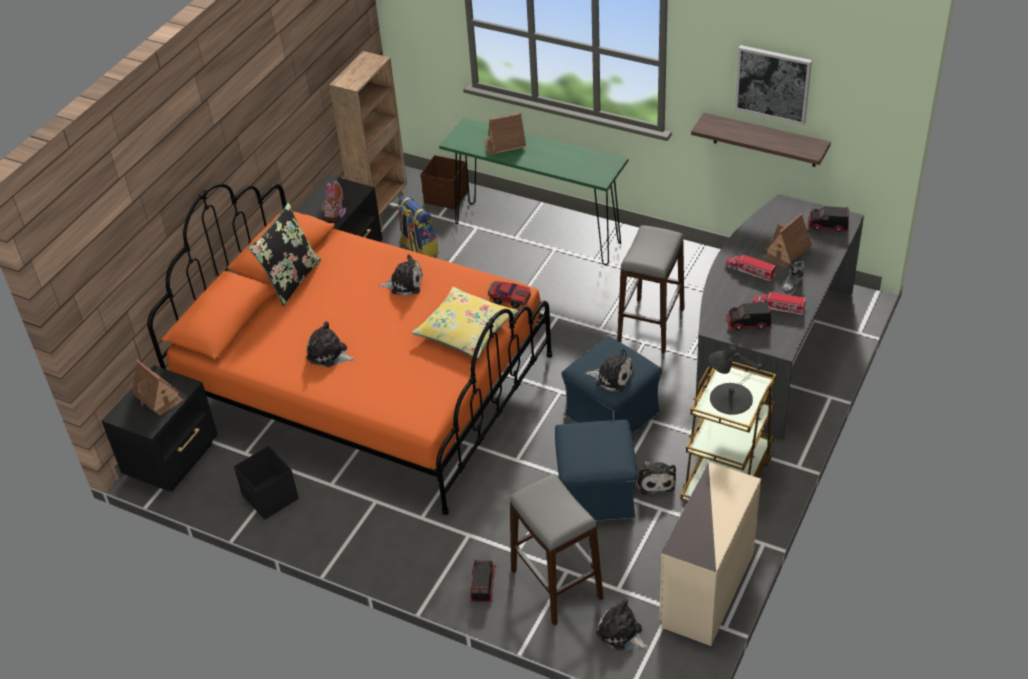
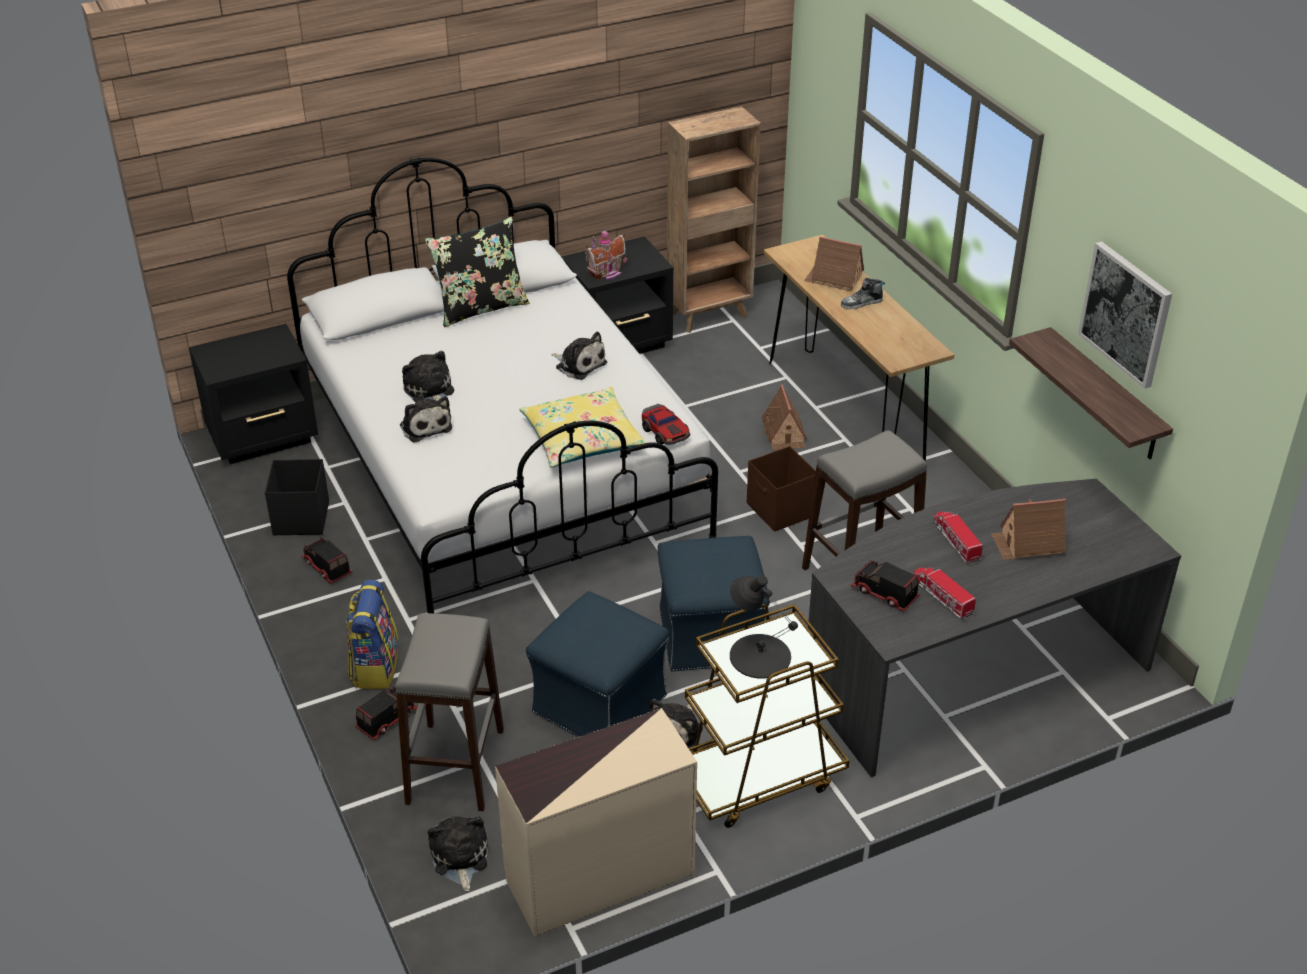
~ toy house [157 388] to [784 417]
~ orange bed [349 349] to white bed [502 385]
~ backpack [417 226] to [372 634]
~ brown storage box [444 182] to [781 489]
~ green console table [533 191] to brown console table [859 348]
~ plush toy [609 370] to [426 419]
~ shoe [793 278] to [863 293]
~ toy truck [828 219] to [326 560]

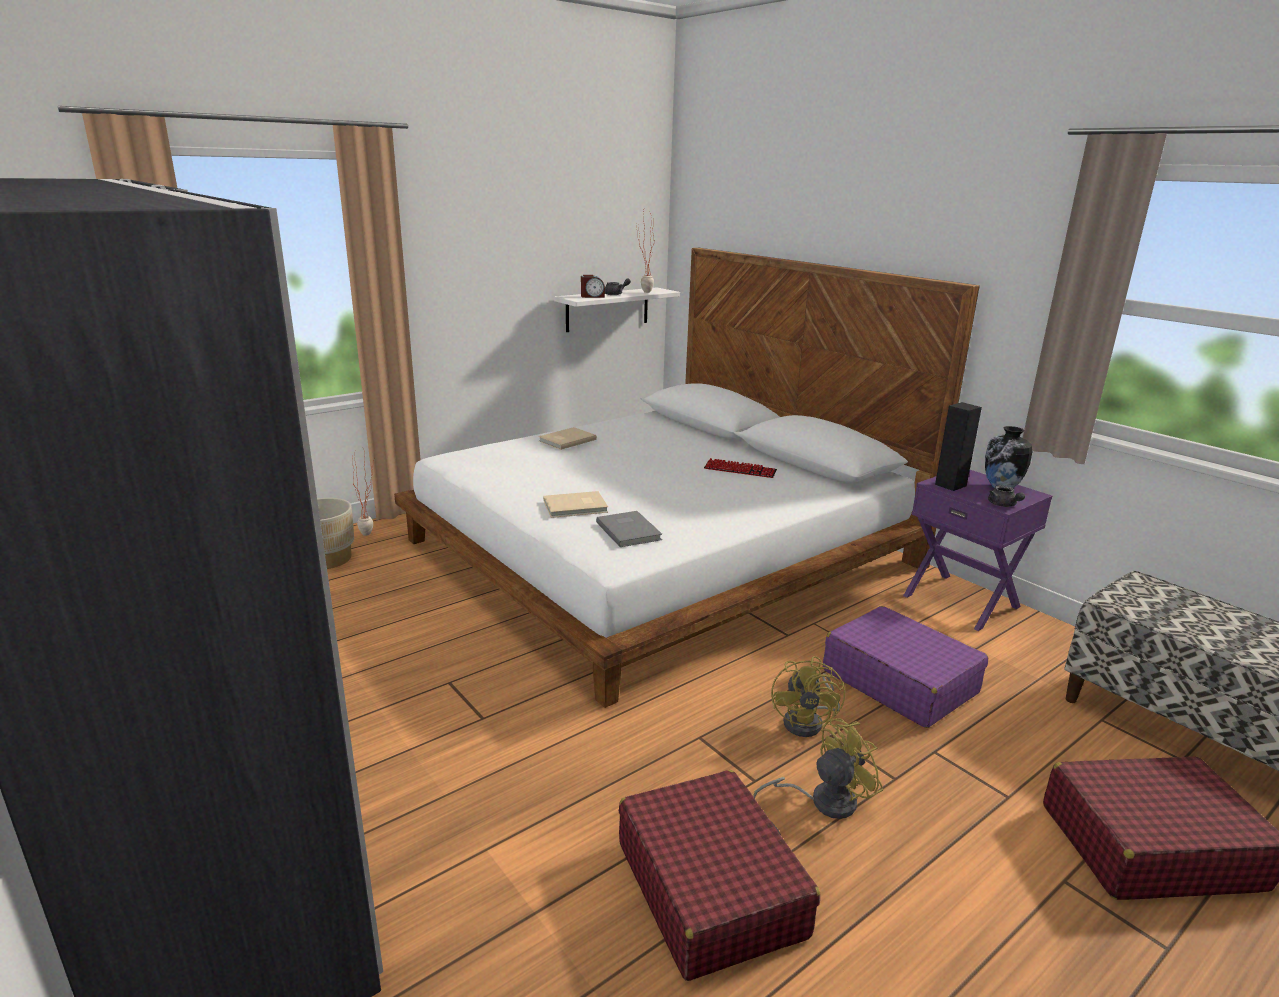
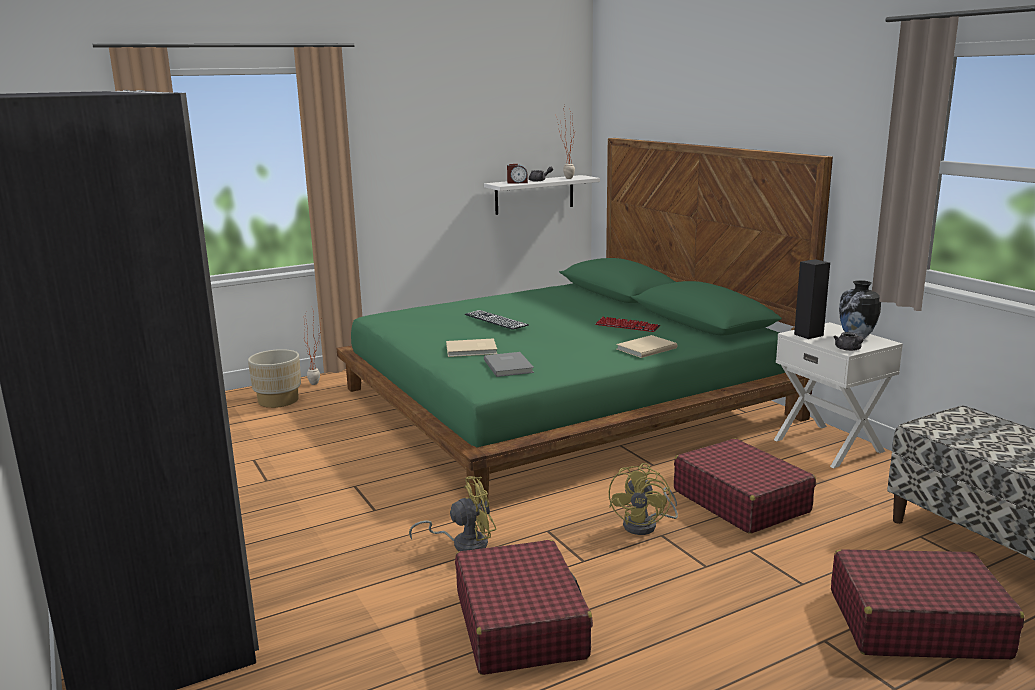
~ white bed [687 478] to green bed [584 322]
~ beige book [567 438] to [646 346]
~ yellow fan [818 768] to [452 513]
~ purple suitcase [905 667] to red suitcase [745 486]
~ purple nightstand [977 550] to white nightstand [838 395]
+ keyboard [496 320]

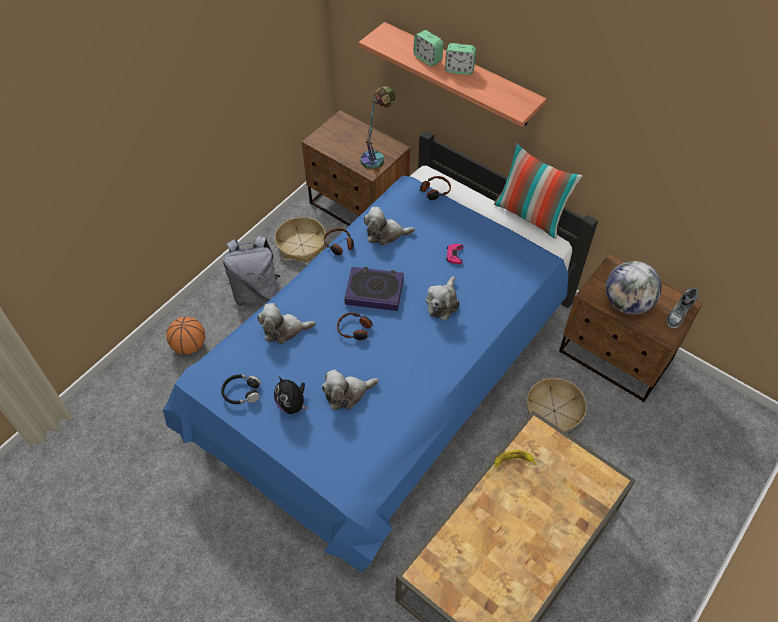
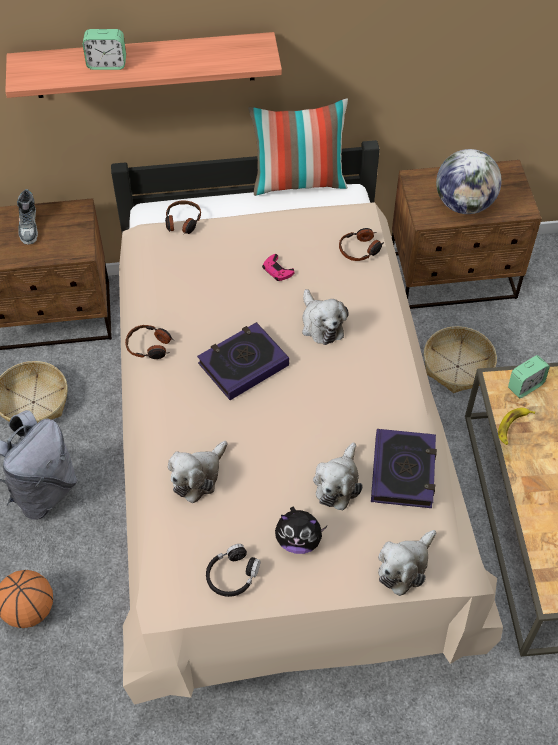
~ blue bed [380 351] to beige bed [307 422]
~ headphones [356 326] to [361 244]
- table lamp [377 127]
~ plush toy [389 226] to [407 563]
~ alarm clock [460 59] to [529 376]
~ shoe [682 308] to [27 217]
+ book [404 468]

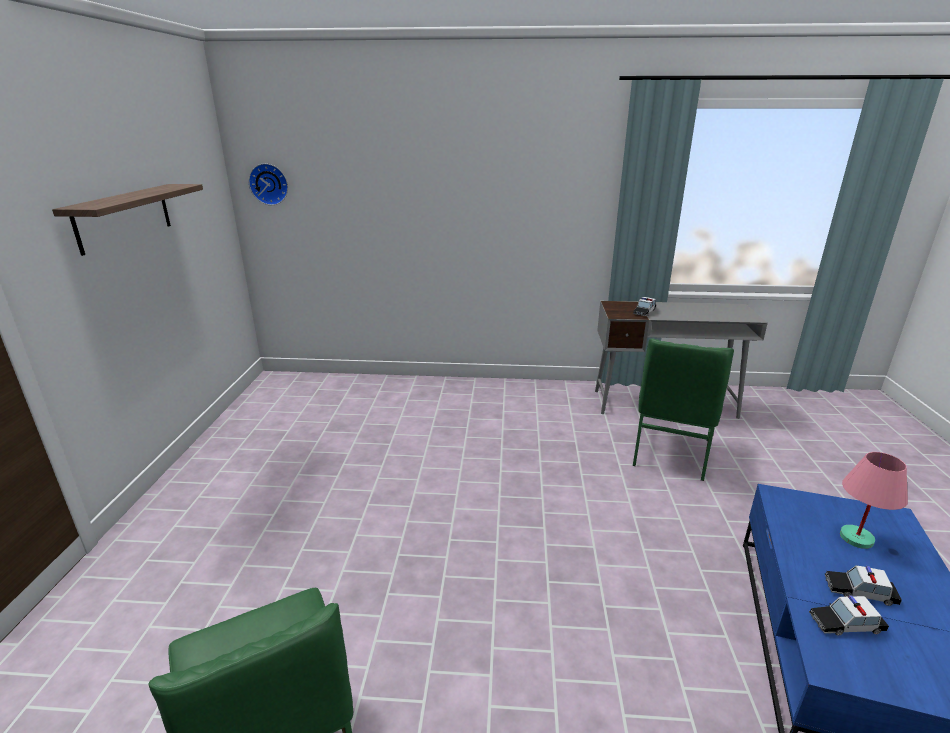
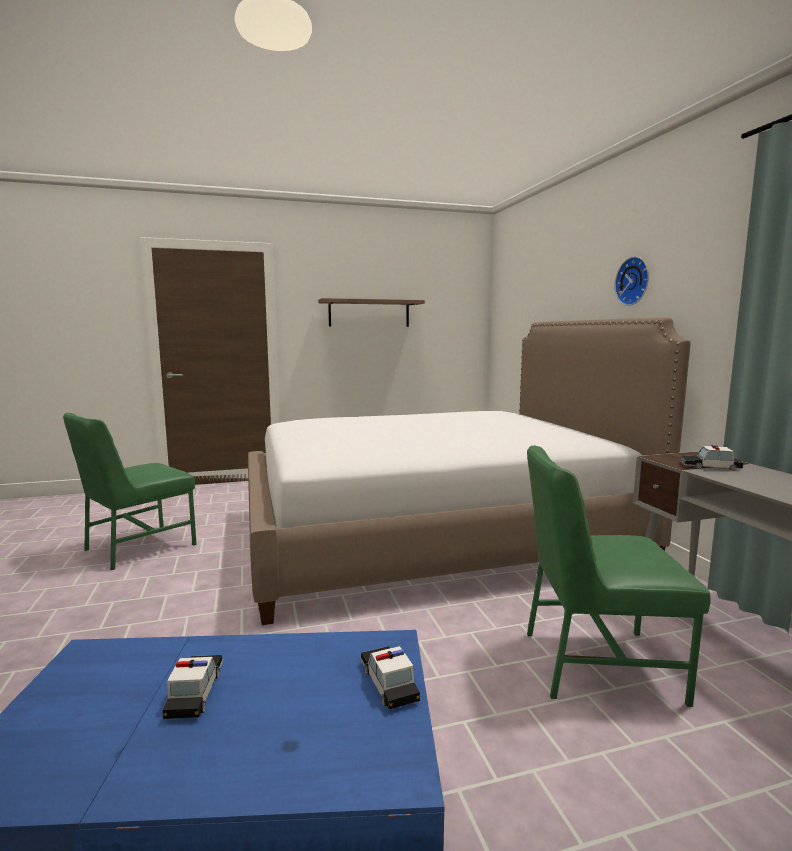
~ wall clock [268 184] to [632 281]
~ toy car [849 615] to [390 678]
- pink table lamp [874 500]
+ bed [469 471]

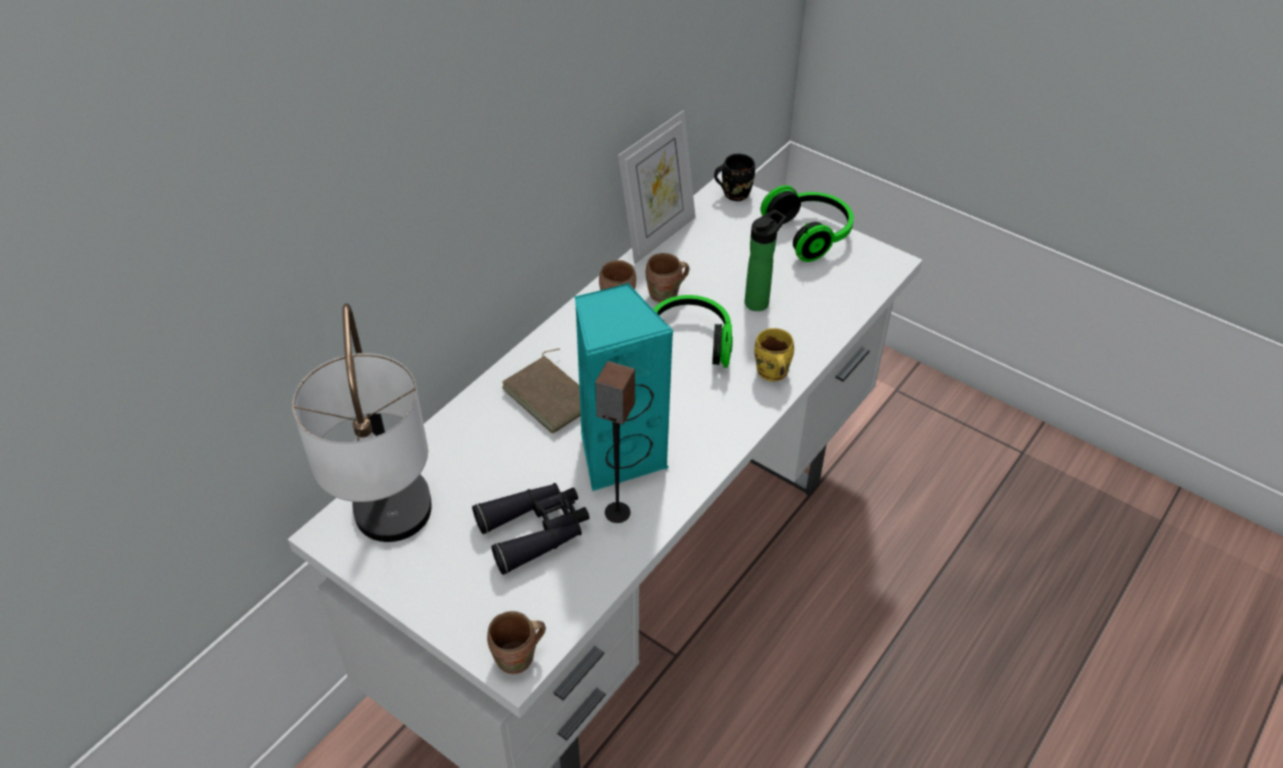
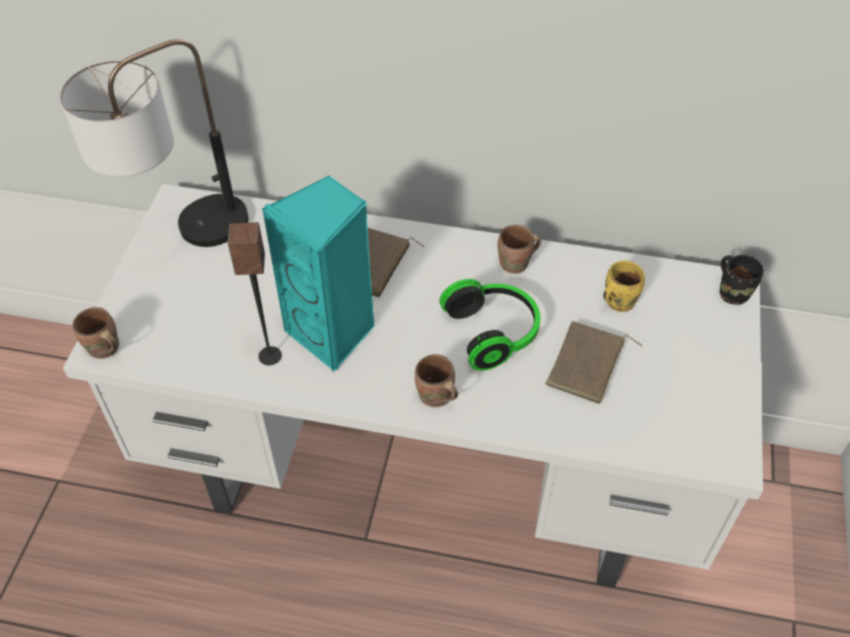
- black binoculars [531 529]
- picture frame [657 187]
~ brown mug [667 278] to [436 380]
~ bottle [765 260] to brown book [594 362]
~ yellow mug [774 354] to [624 286]
- headphones [807 223]

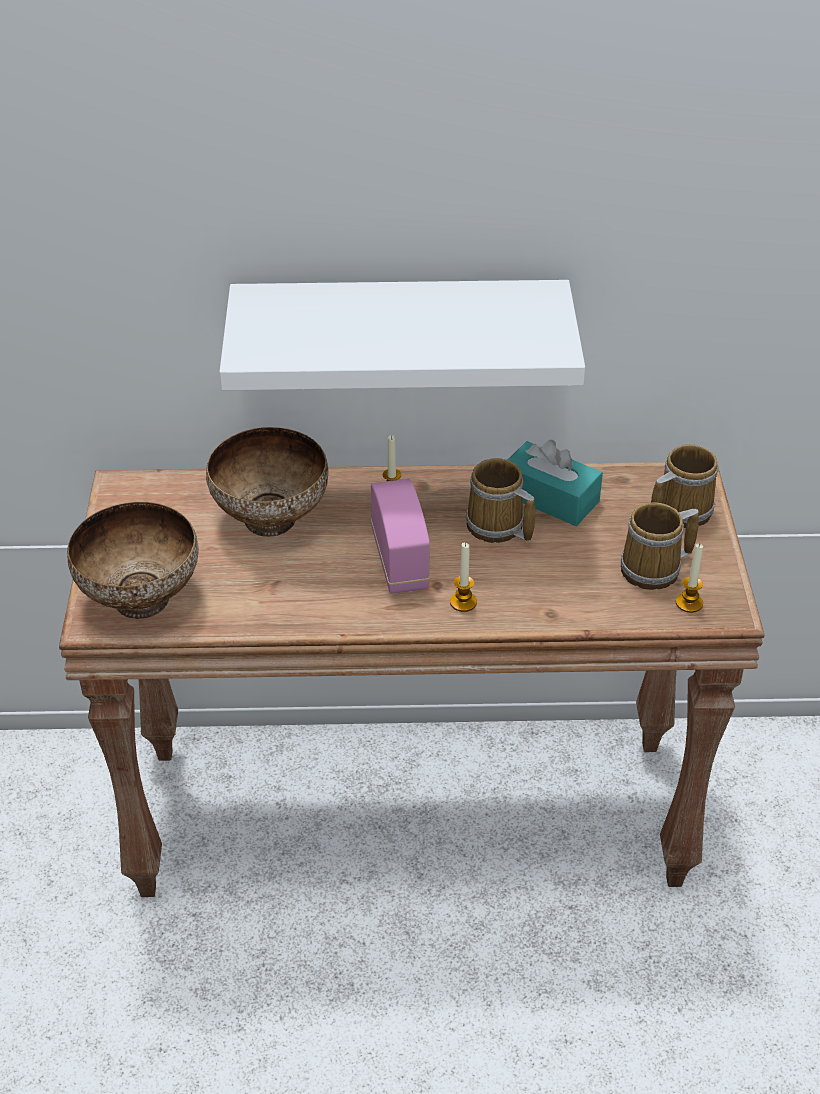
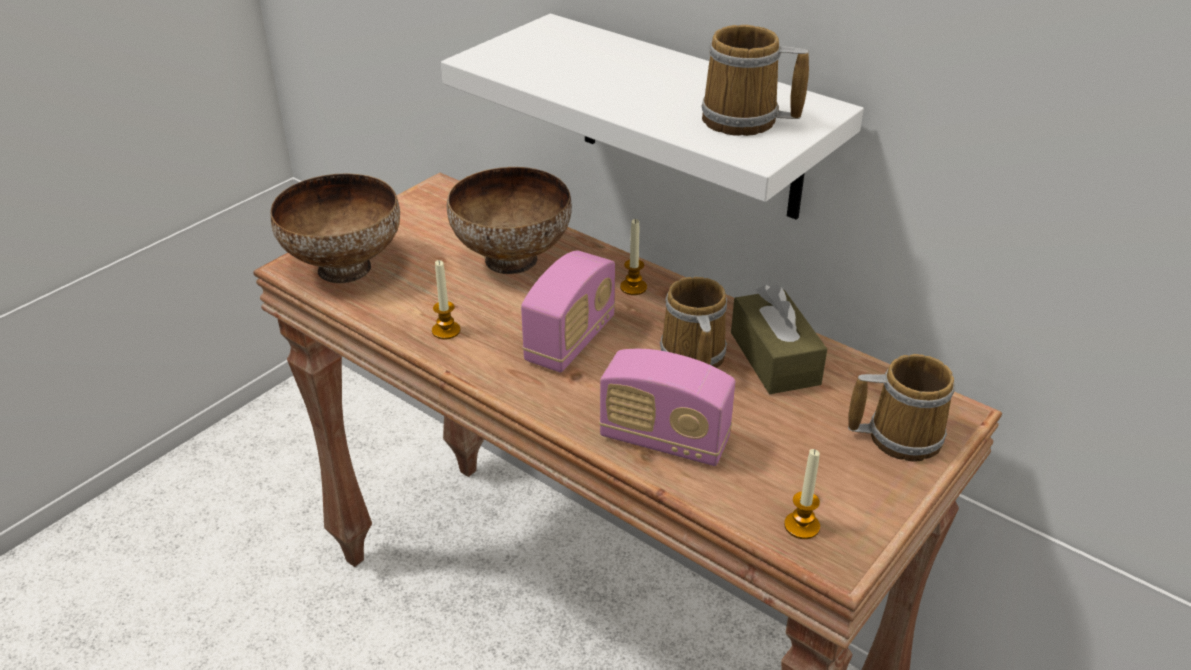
~ candle [463 577] to [446 299]
~ turquoise tissue box [555 483] to brown tissue box [779 339]
~ mug [660 546] to [755 80]
+ radio [667 407]

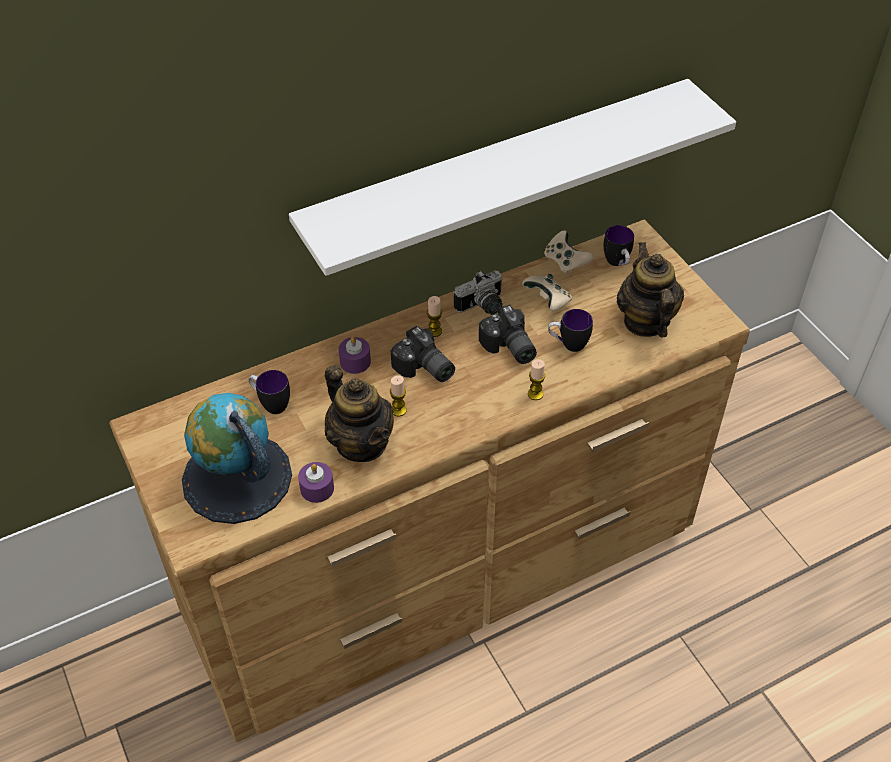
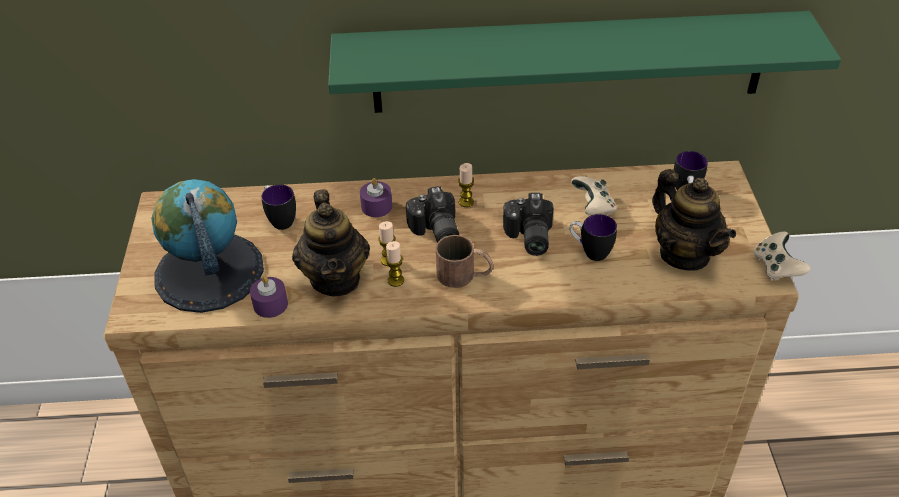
~ white shelf [512 177] to green shelf [584 62]
- photo camera [478 293]
~ candle [536 379] to [394 264]
~ beige game controller [569 252] to [782 256]
~ teapot [650 290] = [694 220] 135 degrees clockwise
+ brown mug [464 261]

